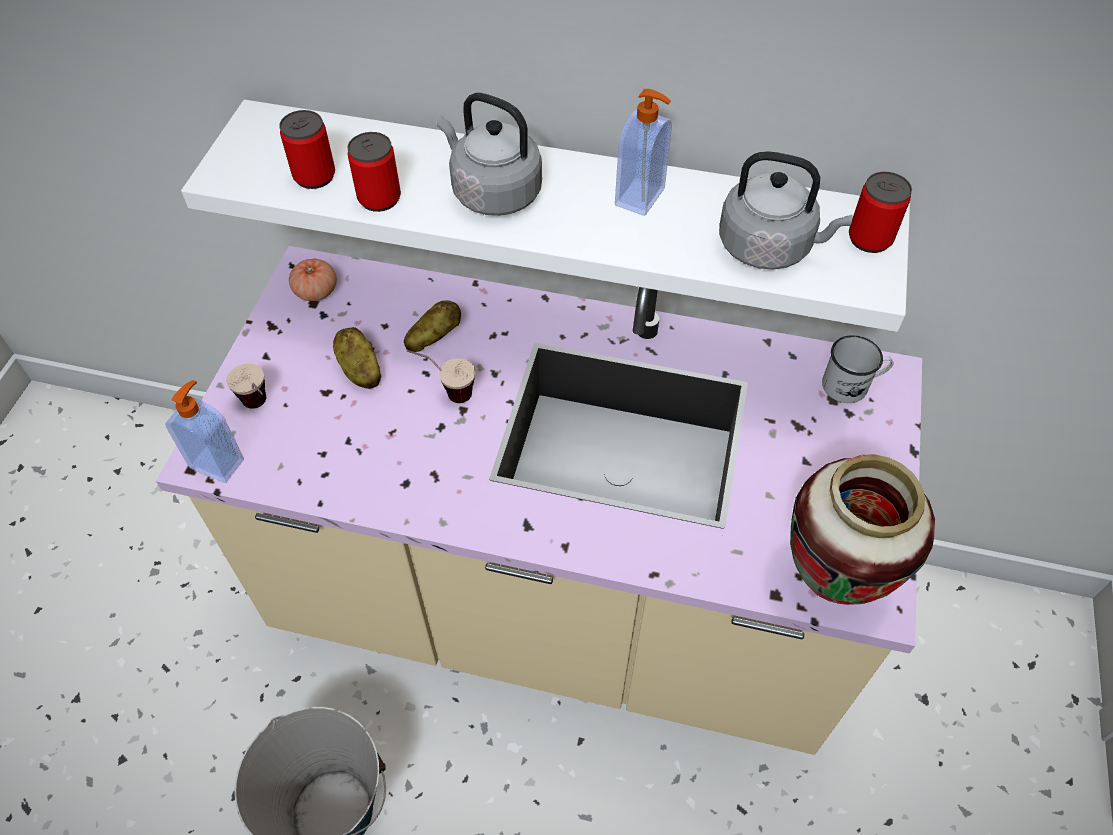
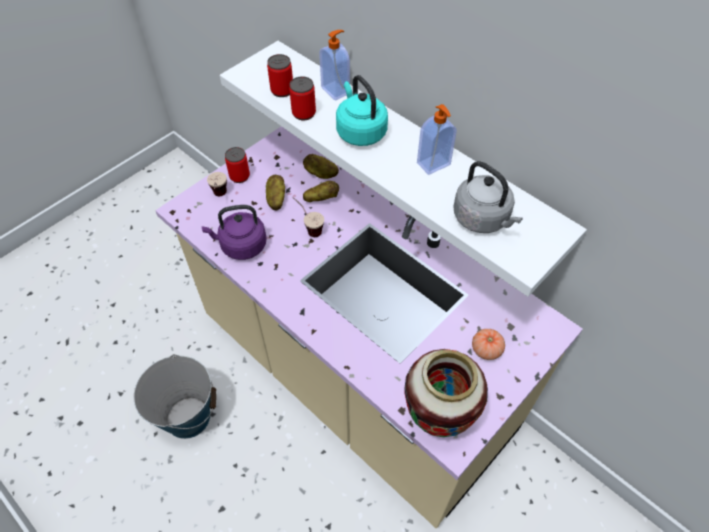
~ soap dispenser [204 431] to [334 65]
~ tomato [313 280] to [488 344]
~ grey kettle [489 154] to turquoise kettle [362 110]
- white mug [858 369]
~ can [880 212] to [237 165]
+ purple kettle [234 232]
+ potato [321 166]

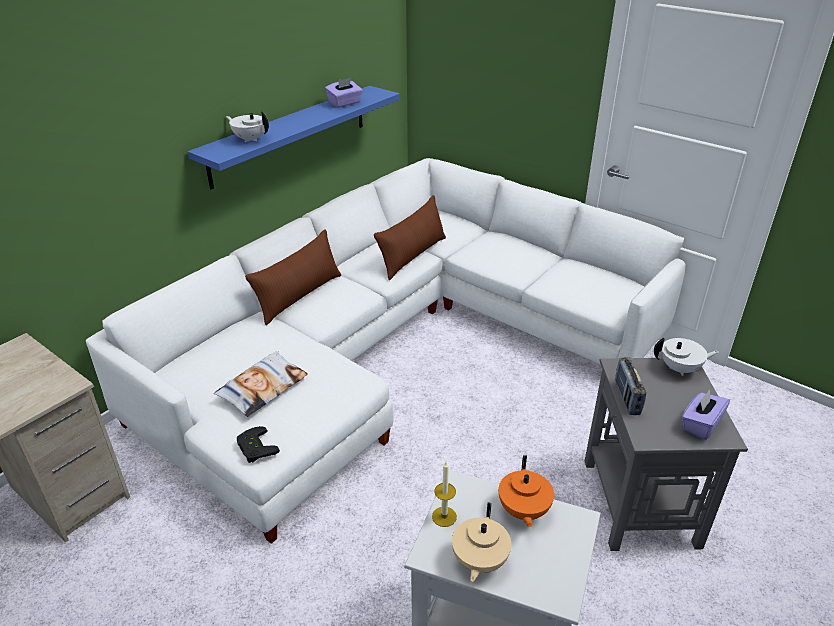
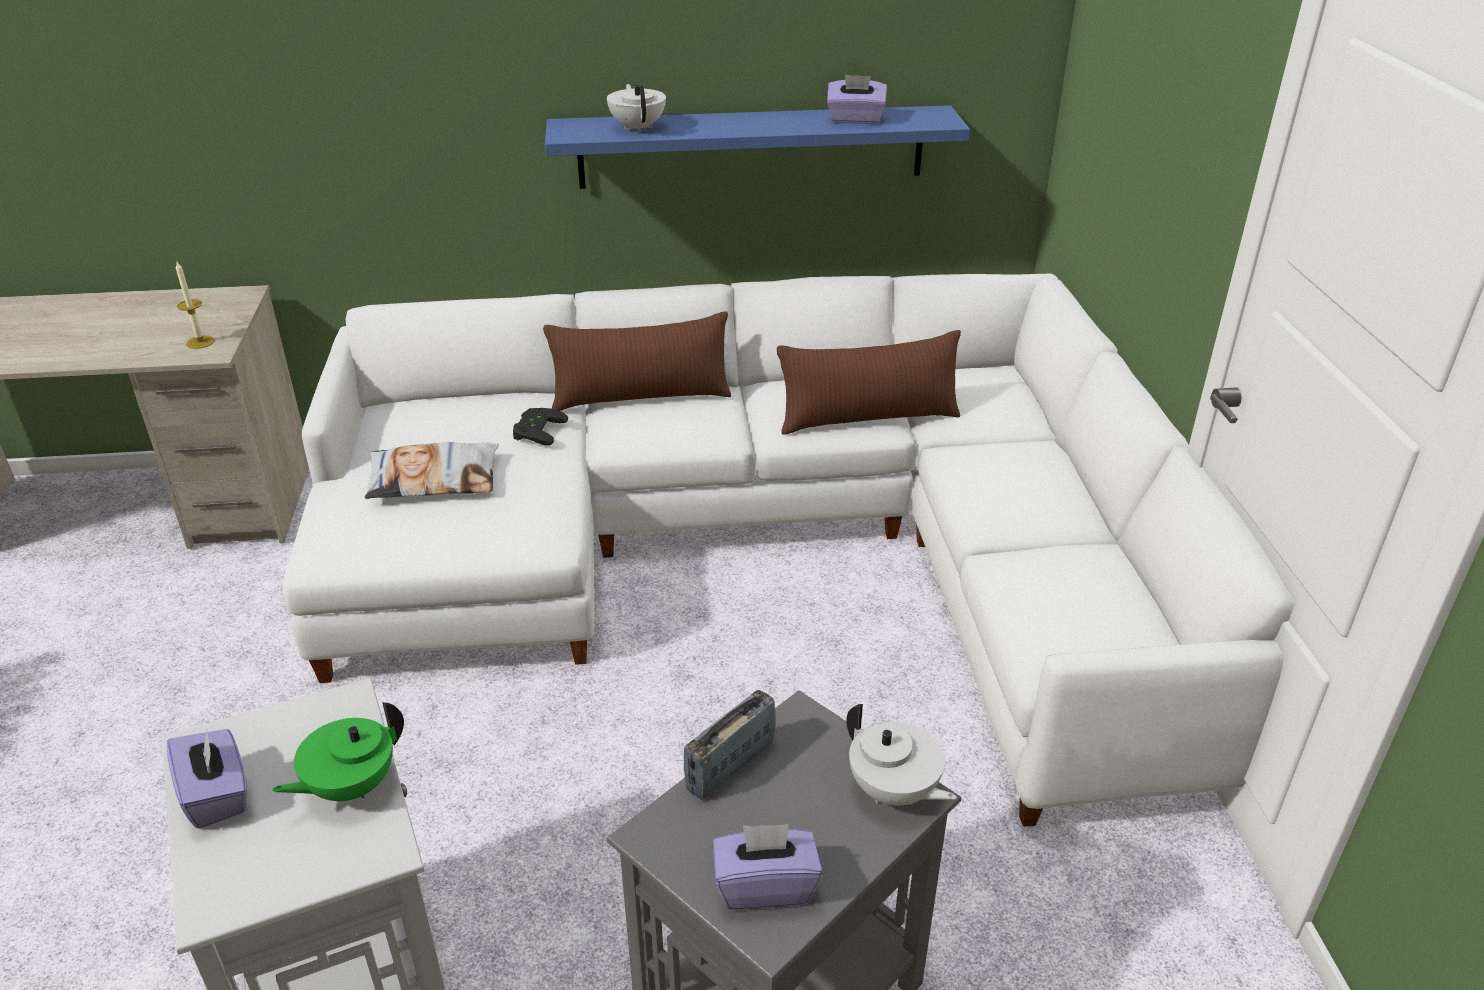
~ black game controller [258 444] to [540 427]
~ candle [444 494] to [195 305]
~ beige teapot [481 542] to purple tissue box [207 779]
~ orange teapot [526 491] to green teapot [338 751]

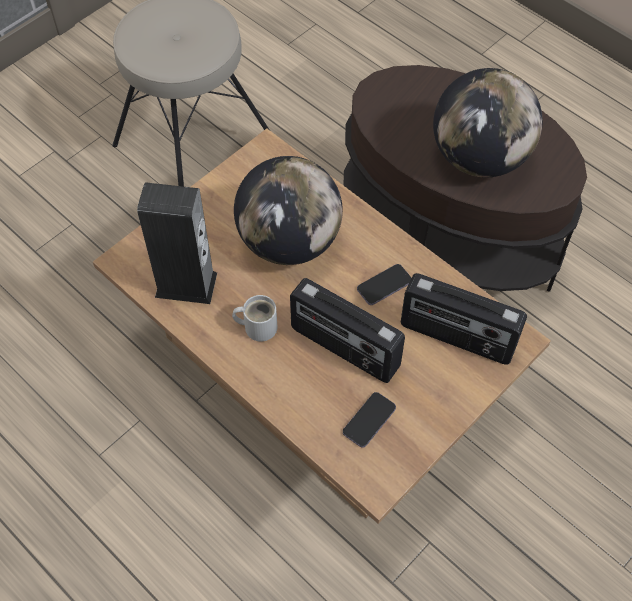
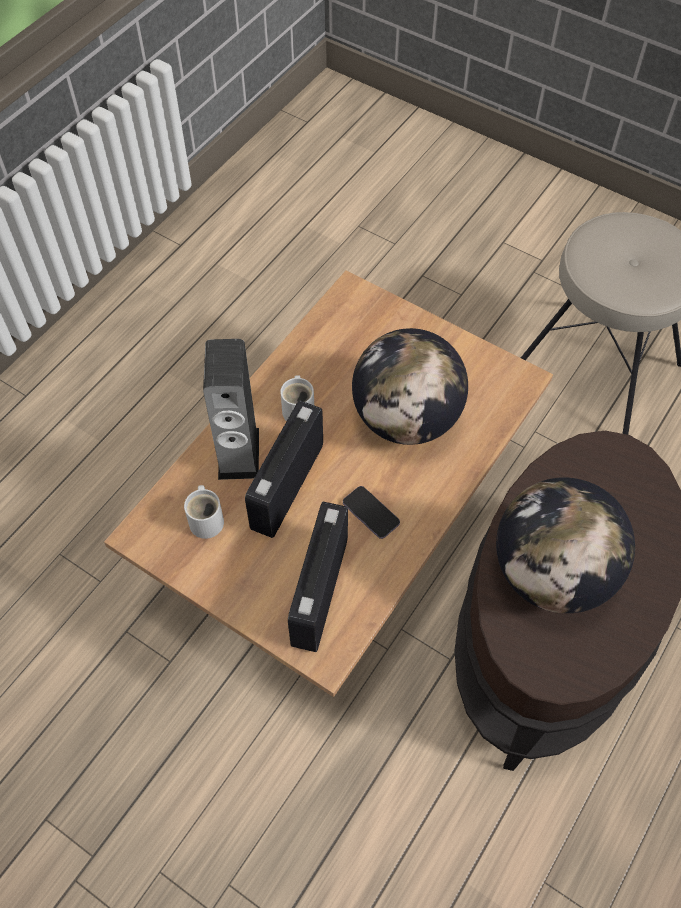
~ speaker [177 243] to [231 409]
~ phone [369 420] to white mug [204 512]

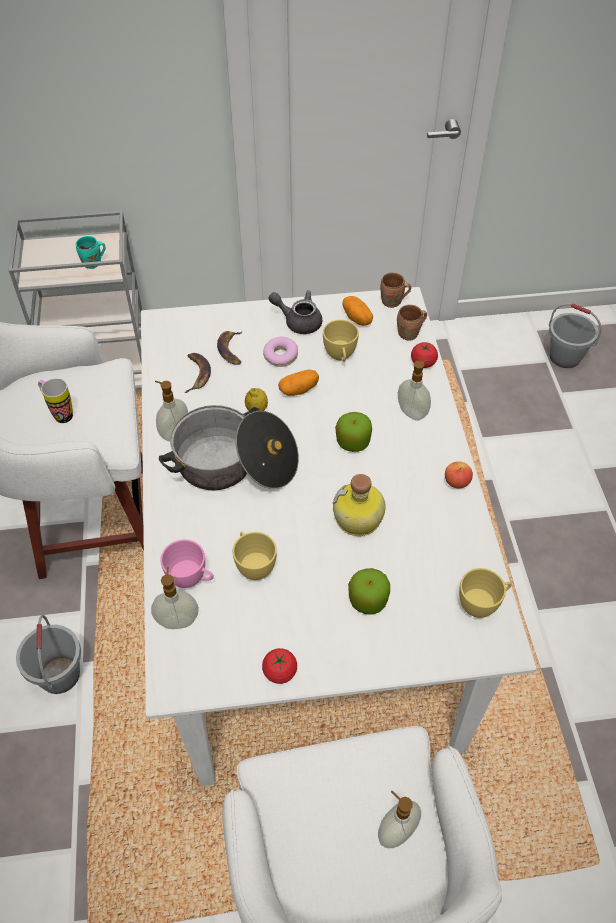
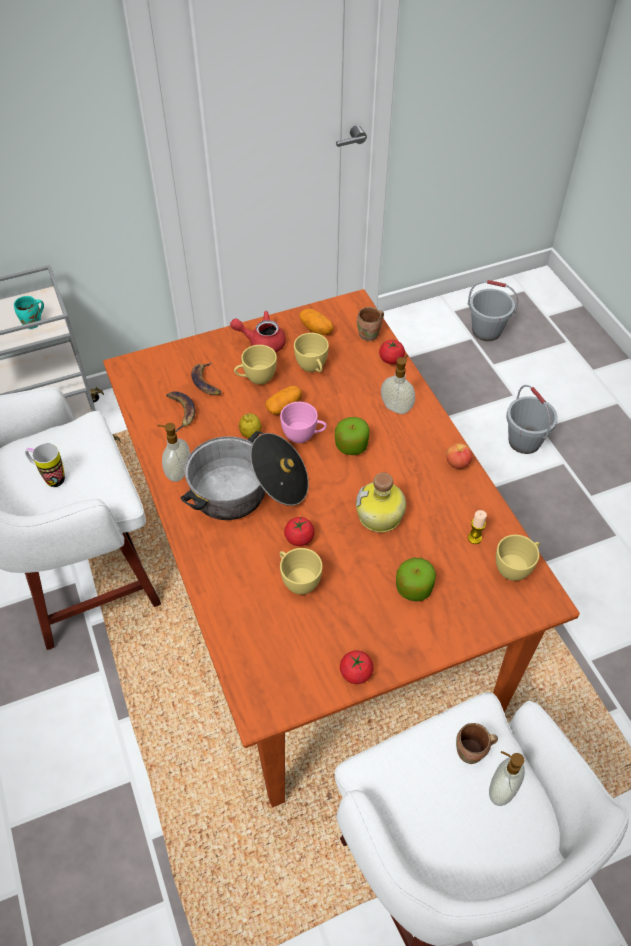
~ grey bucket [48 654] to [532 419]
~ white dining table [338 536] to brown dining table [341 548]
- soap dispenser [175 598]
~ pink cup [187 564] to [303 422]
~ donut [280 352] to yellow cup [255 365]
~ grey teapot [295 312] to red teapot [258 331]
~ brown mug [395 290] to [477 743]
+ tomato [299 531]
+ candle [477 527]

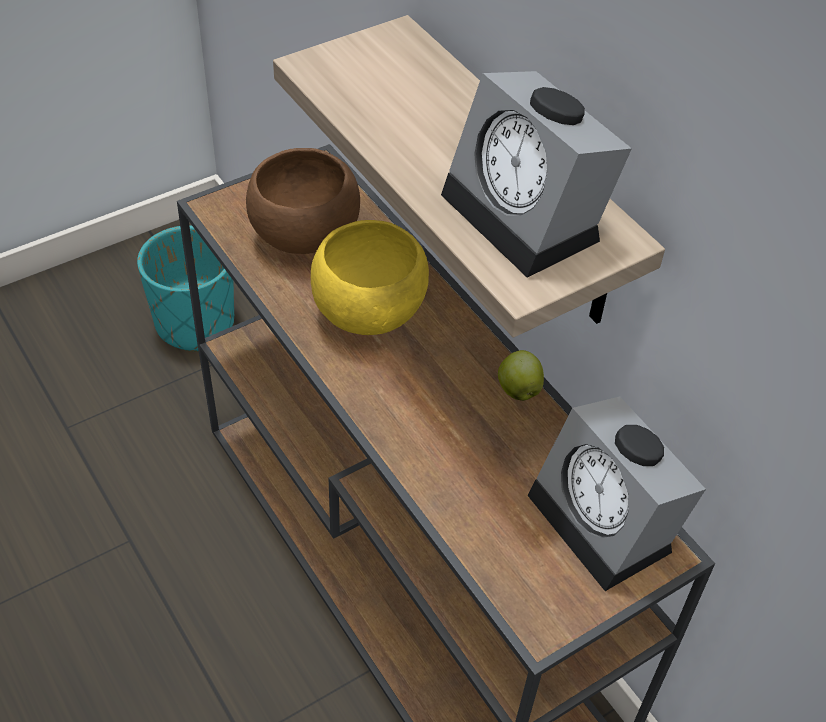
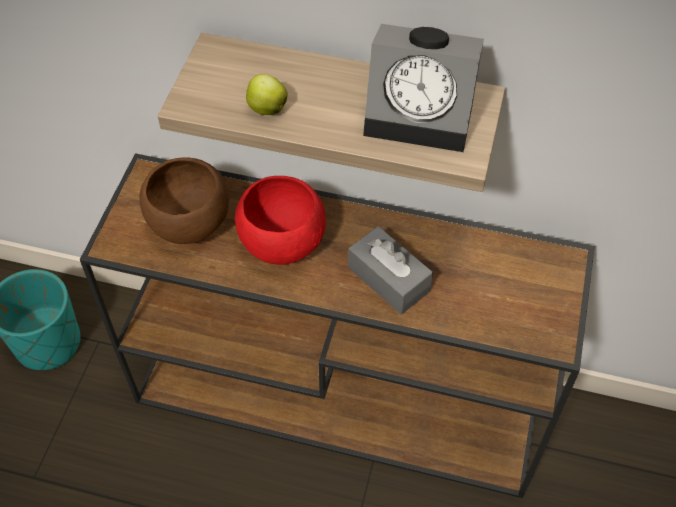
~ yellow bowl [370 277] to red bowl [280 220]
~ apple [521 375] to [267 94]
- alarm clock [617 494]
+ grey tissue box [390 270]

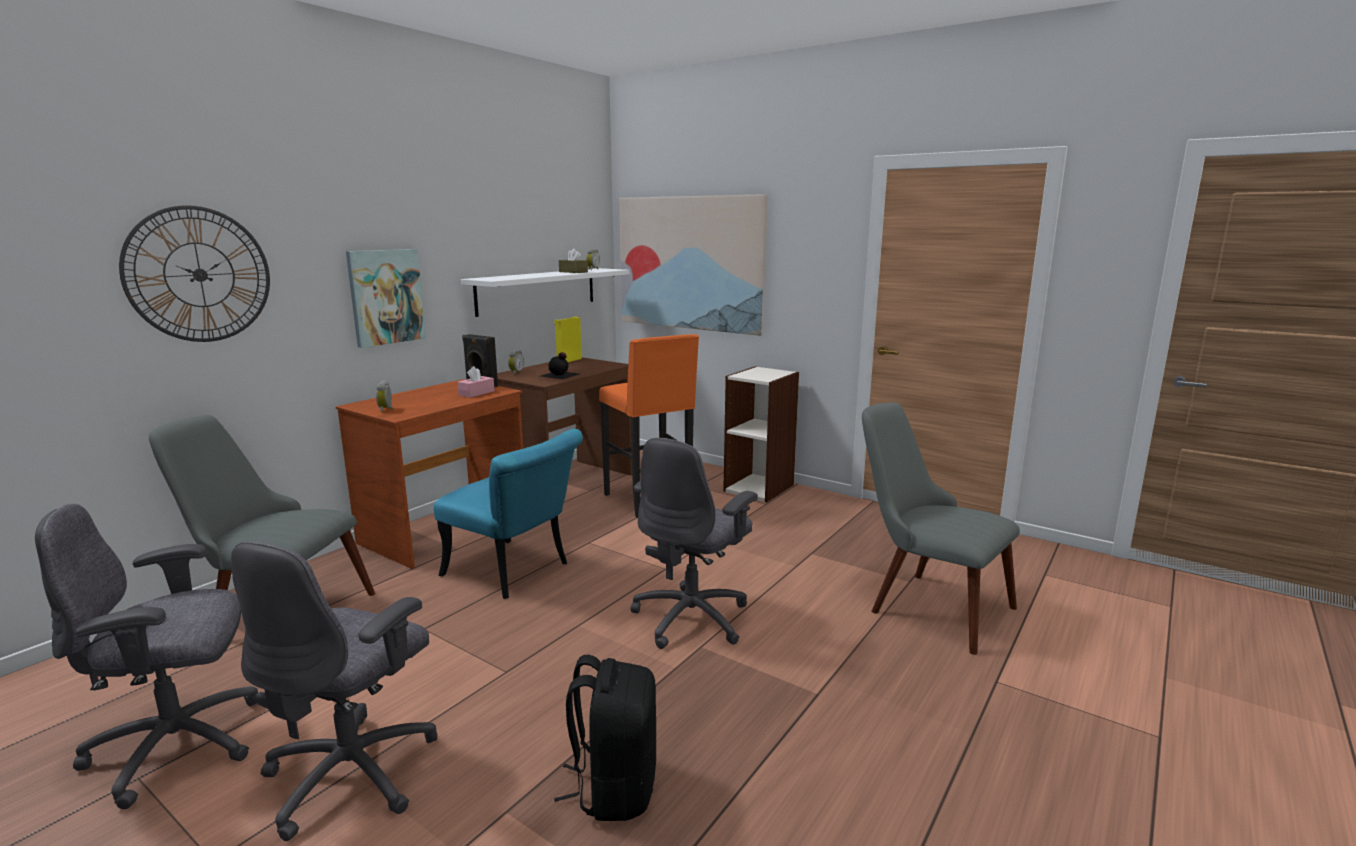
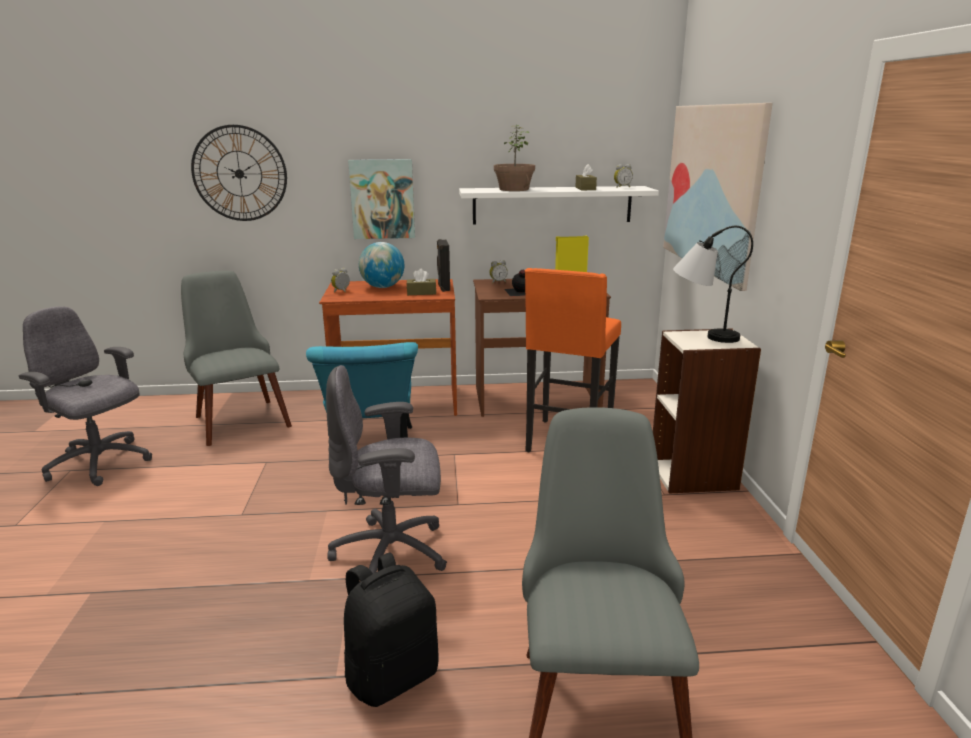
- grey office chair [334 691]
~ pink tissue box [475 382] to brown tissue box [421 282]
~ black backpack [605 738] to [391 629]
+ globe [381 265]
+ potted plant [514 158]
+ table lamp [713 284]

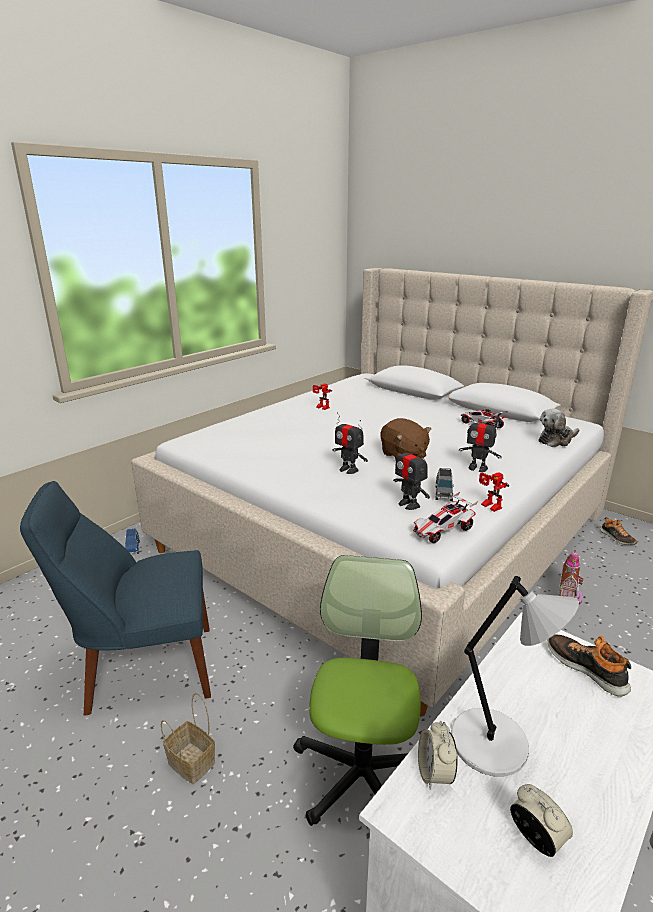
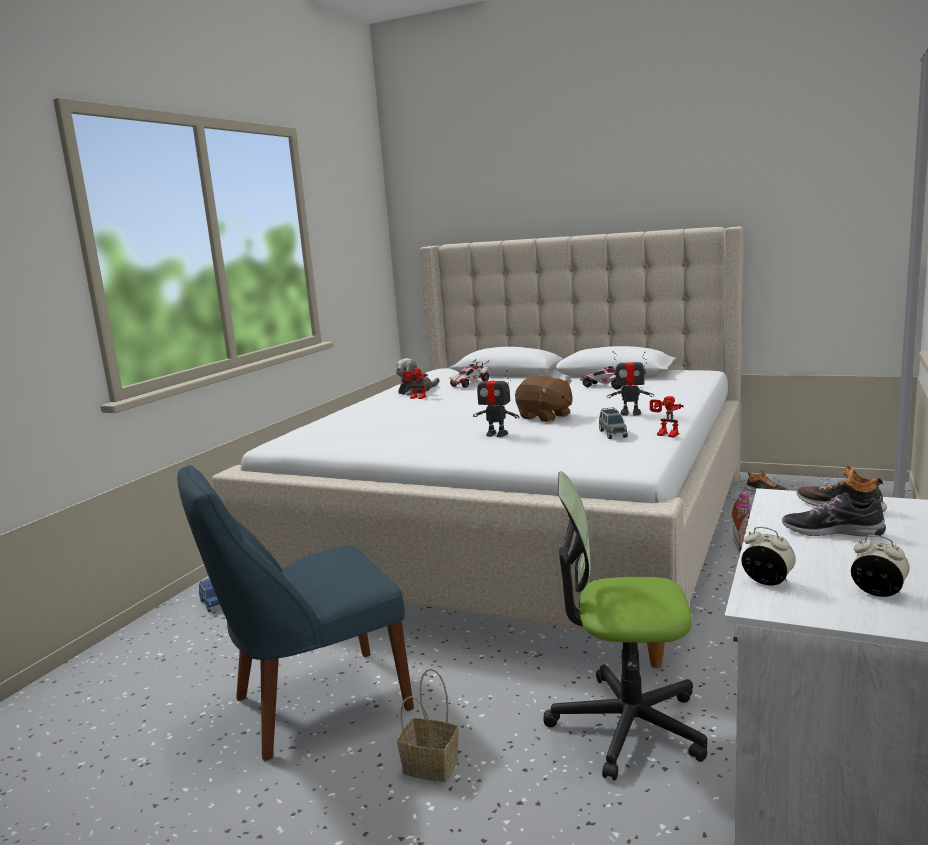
~ office chair [357 690] = [625 626] 75 degrees counterclockwise
- toy robot [411 474]
~ toy car [445 517] to [469 373]
~ alarm clock [438 755] = [768 556] 150 degrees clockwise
- grey table lamp [515 676]
~ plush toy [558 428] to [417 376]
+ shoe [834 514]

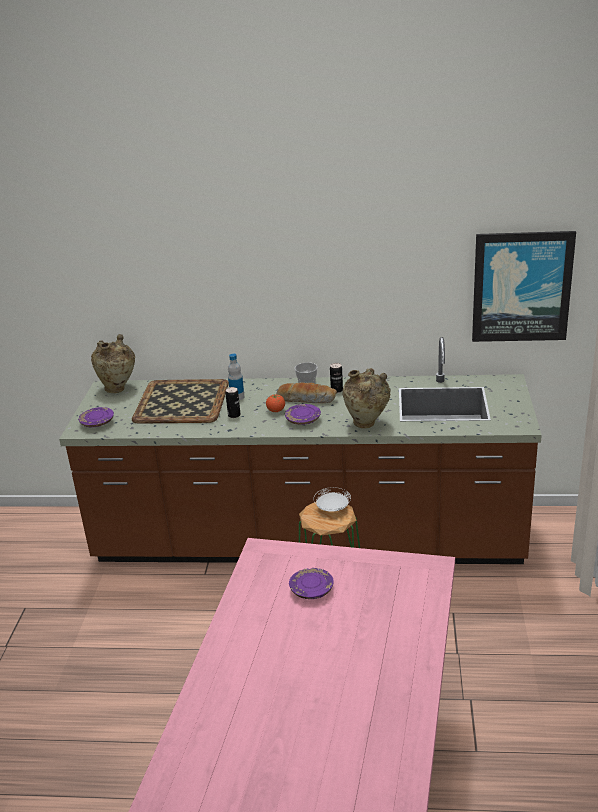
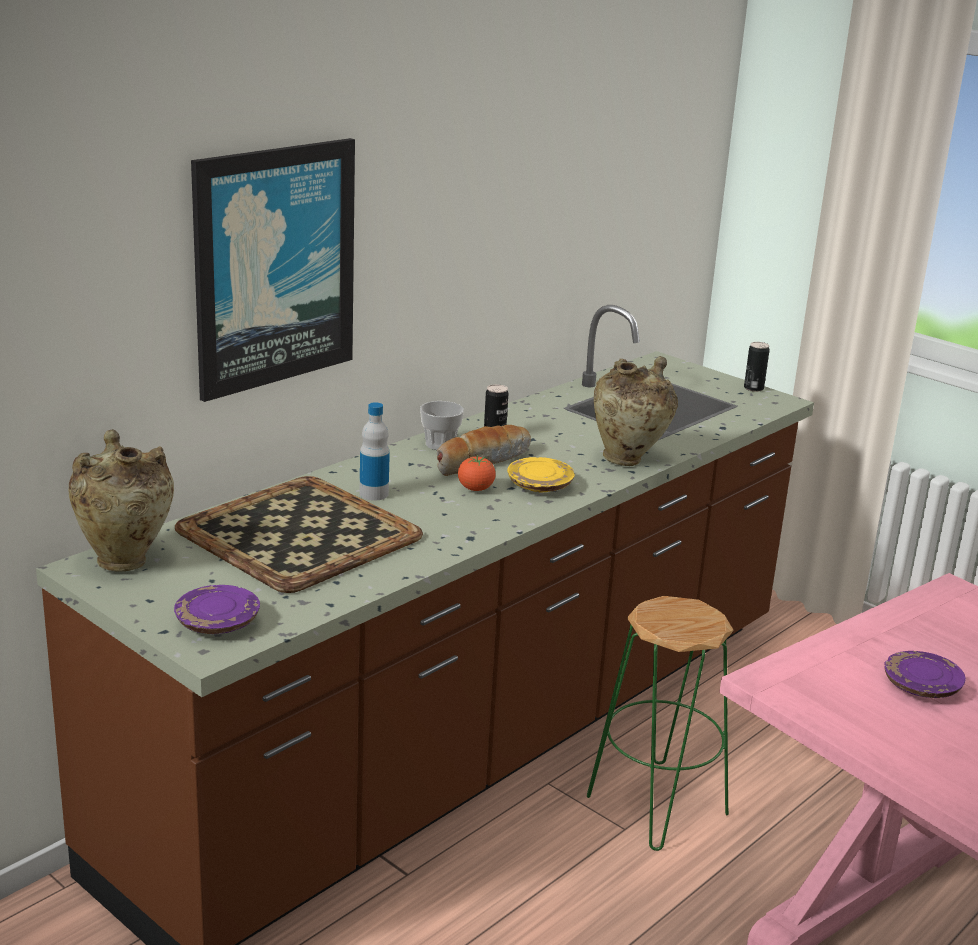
~ can [233 402] to [757 367]
~ purple plate [303 414] to yellow plate [541 475]
- white plate [332 499]
~ picture [524 286] to [273 270]

